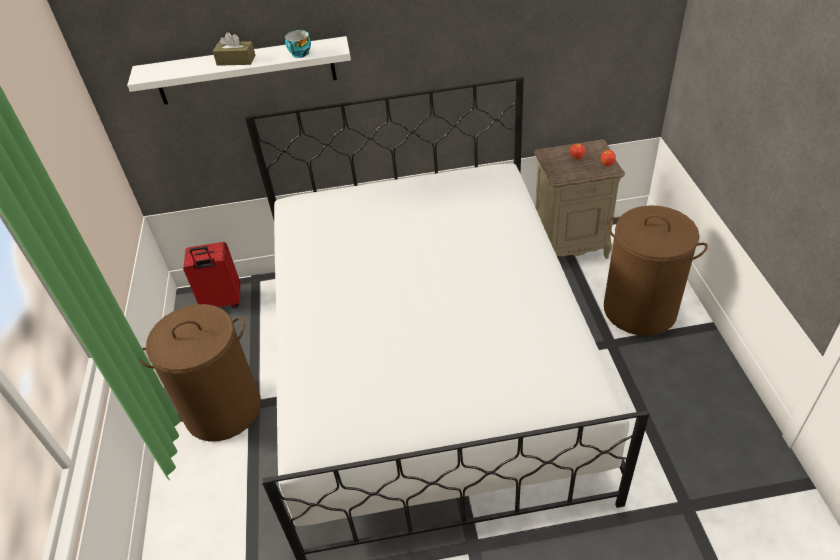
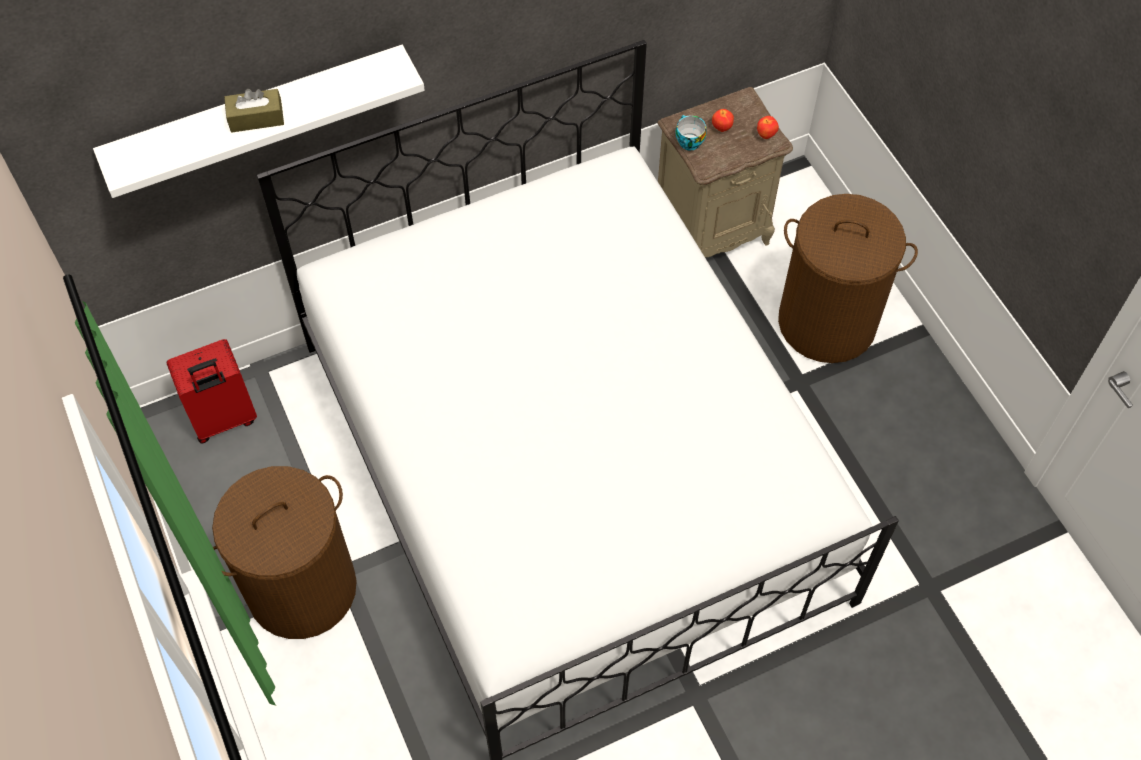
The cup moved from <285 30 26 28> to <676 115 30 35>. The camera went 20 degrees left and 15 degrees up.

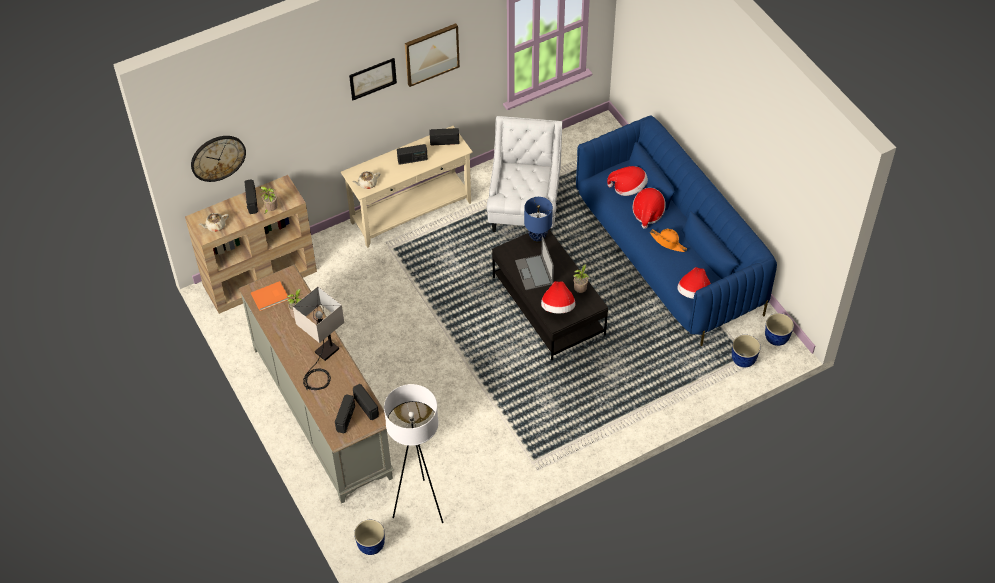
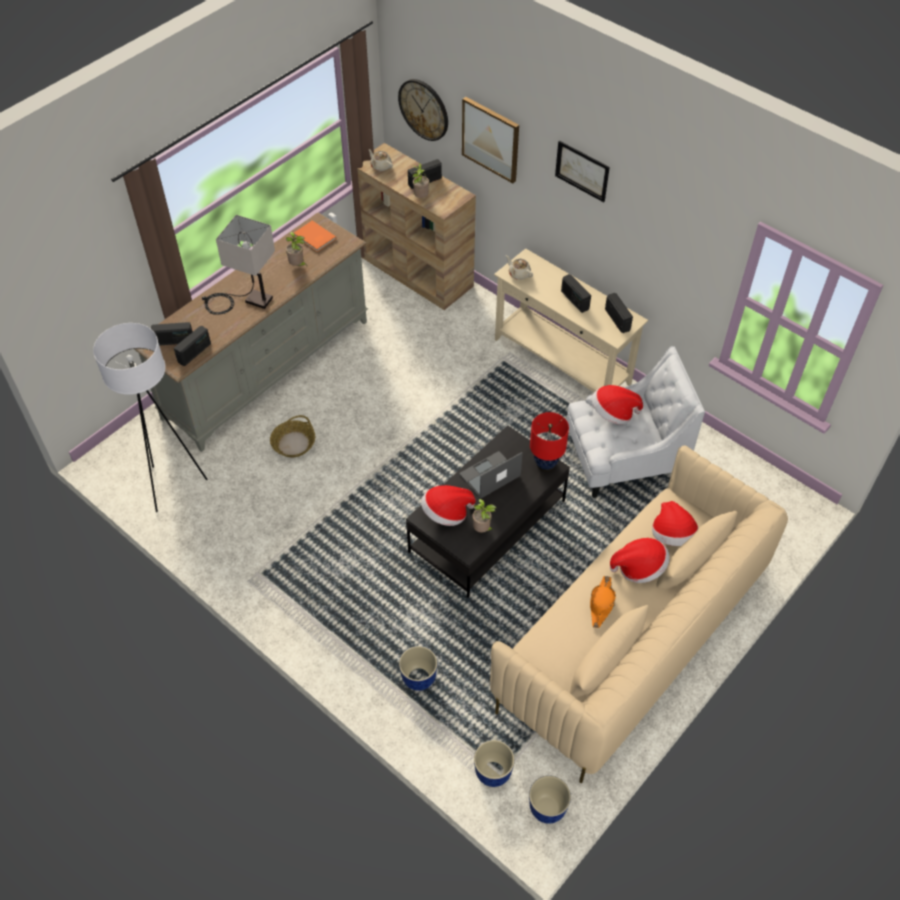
The planter moved from <354 520 31 35> to <399 646 39 45>. The picture moved from <405 23 55 64> to <462 97 57 86>. The blue sofa at <576 116 201 230> became the beige sofa at <490 446 298 337>. The blue table lamp at <524 197 29 46> became the red table lamp at <530 412 39 59>. The hat moved from <677 267 34 32> to <592 385 51 39>. The camera went 70 degrees right and 0 degrees up.

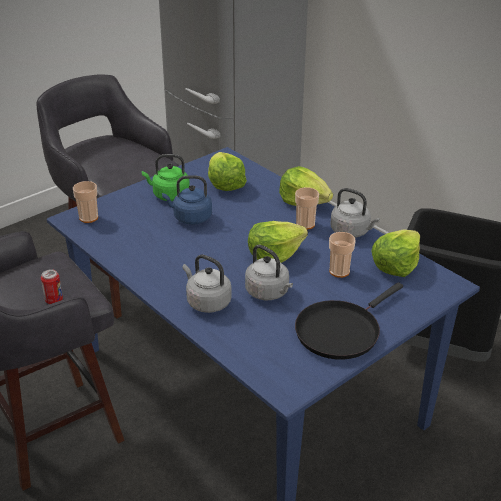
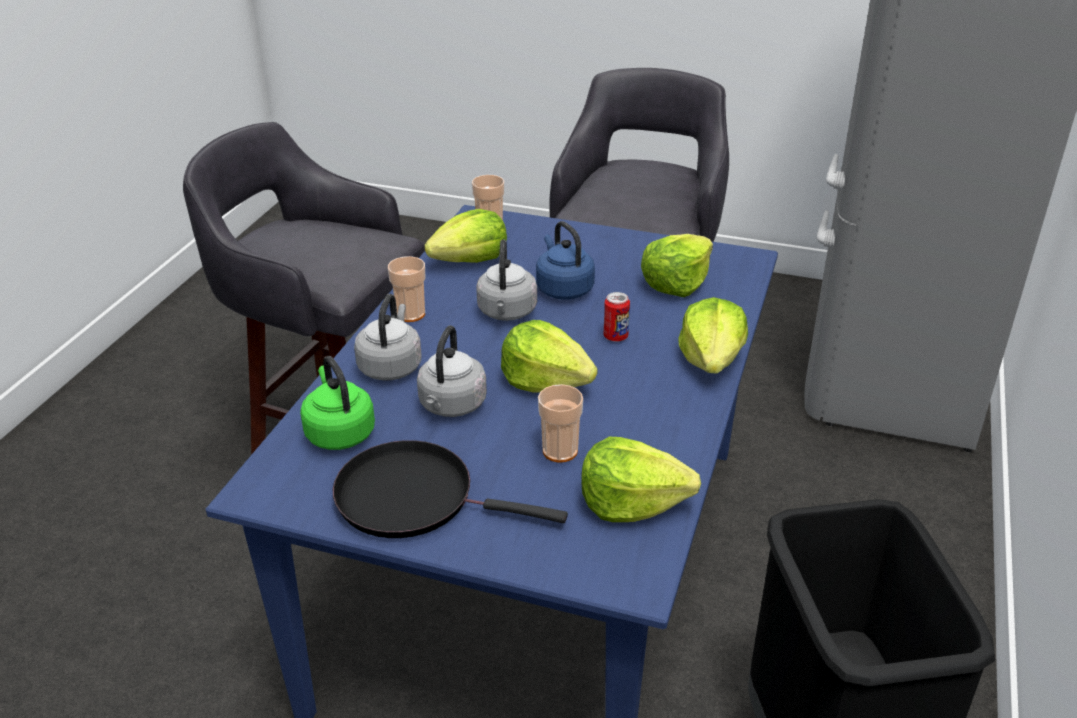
The green kettle moved from <142 154 48 47> to <300 356 75 94>. The cup moved from <295 187 24 43> to <388 256 37 66>. The lettuce at <424 209 83 54> appeared. The grey kettle moved from <331 188 49 50> to <476 239 61 82>. The can moved from <41 269 22 35> to <604 292 26 50>. The camera went 60 degrees right and 0 degrees up.

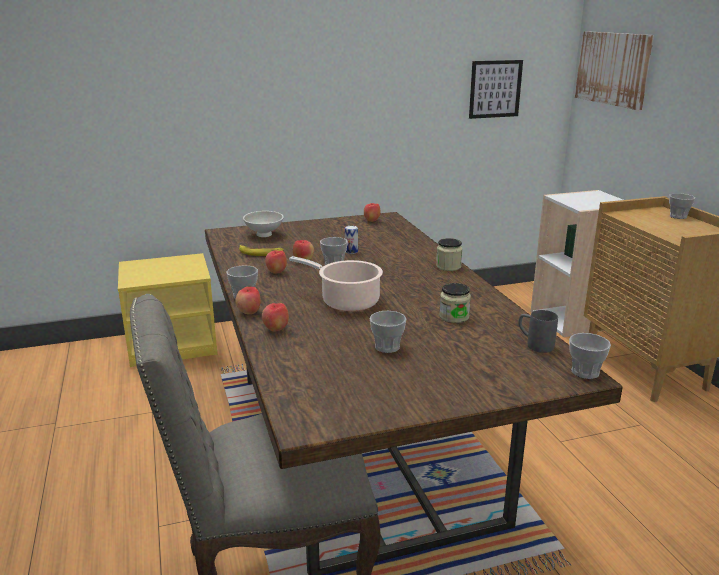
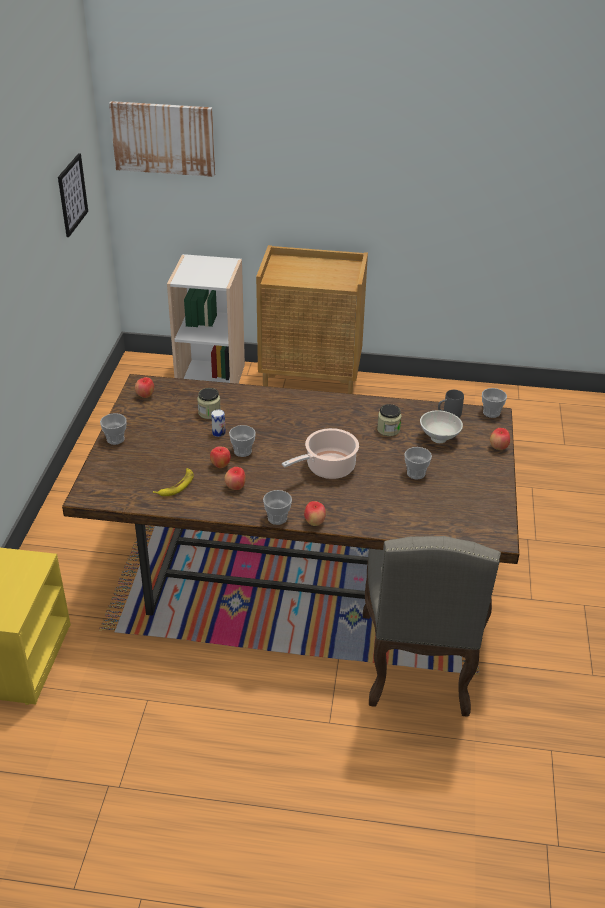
The cup moved from <669 193 26 26> to <100 413 27 32>. The jar moved from <436 238 26 33> to <197 388 24 31>. The white bowl moved from <243 211 41 26> to <420 410 43 33>. The apple moved from <262 303 27 29> to <490 428 20 22>. The camera went 65 degrees left and 15 degrees up.

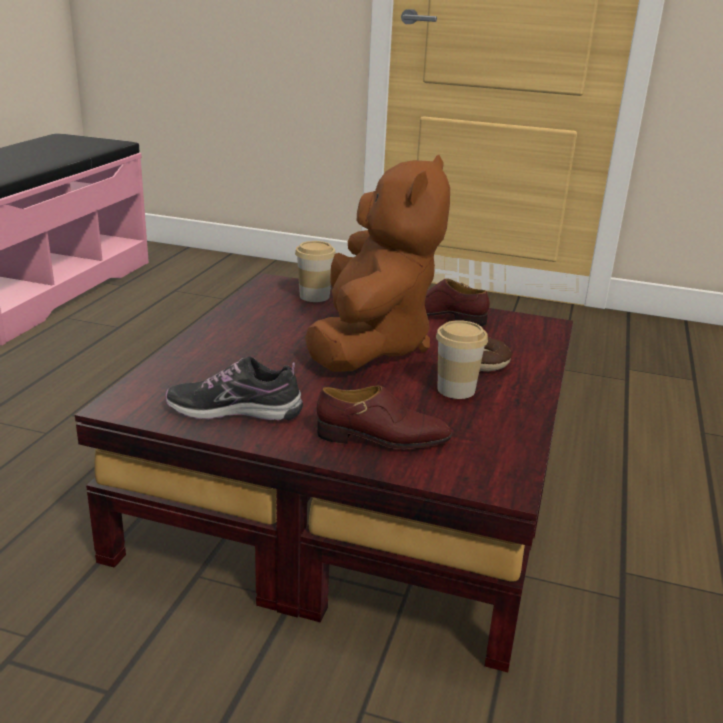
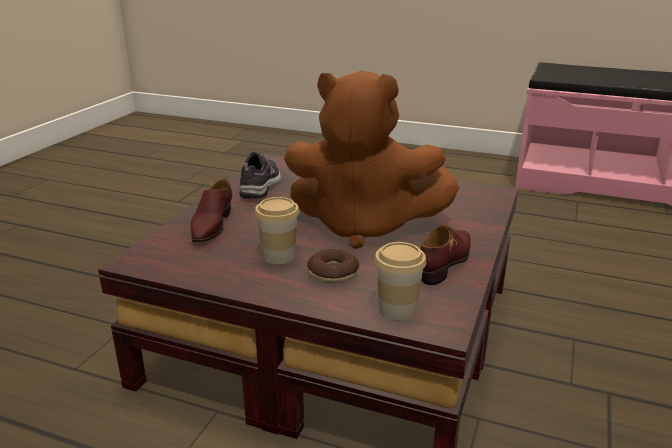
The cup moved from <295 241 41 61> to <374 242 53 79>. The camera went 95 degrees right and 0 degrees up.

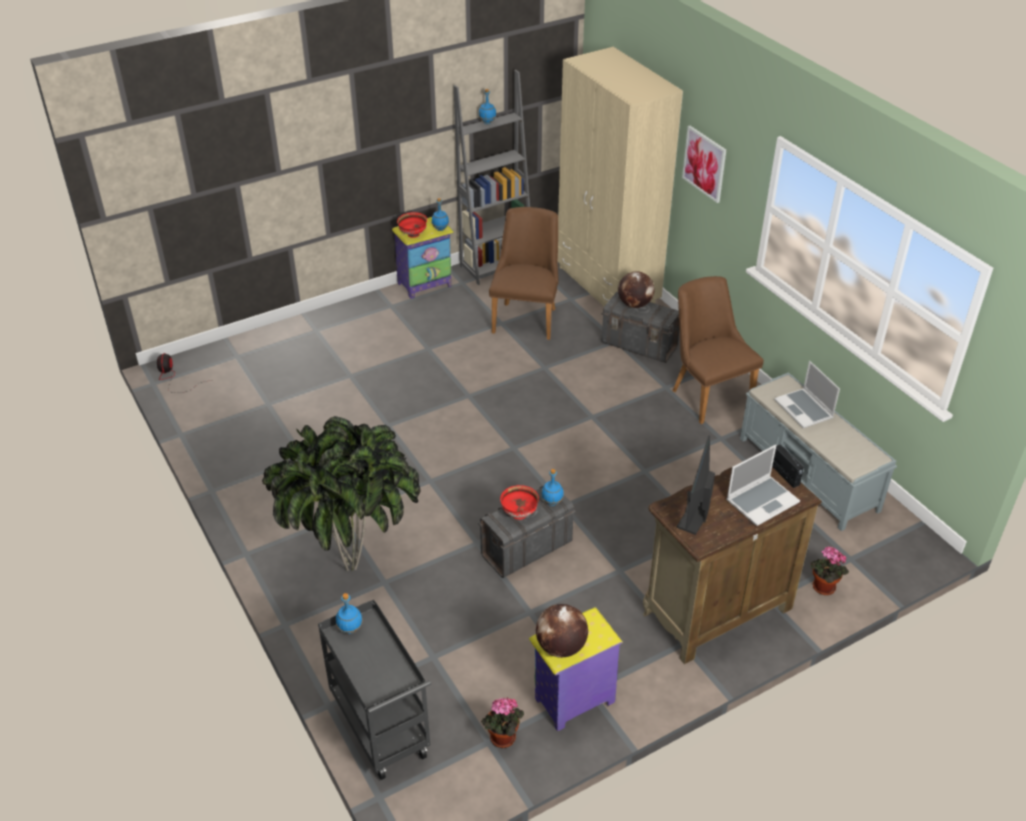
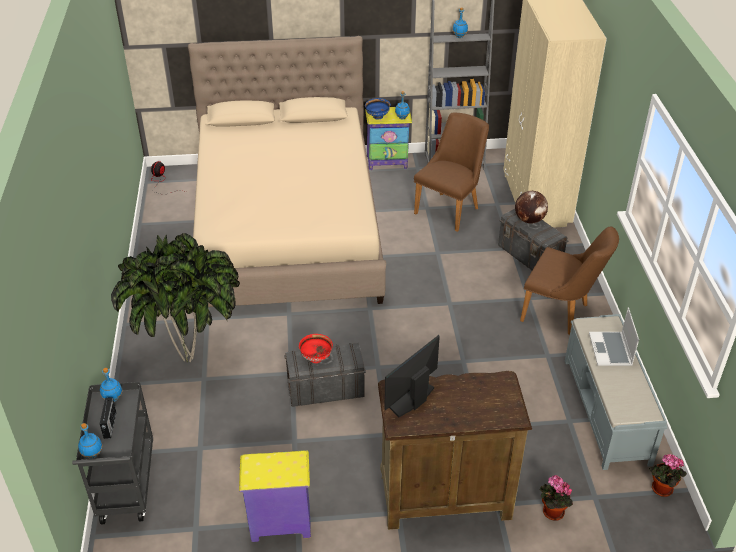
The blue bottle moved from <541 469 23 37> to <78 423 25 35>. The radio moved from <772 444 32 44> to <99 397 18 42>. The beige bed at <188 36 198 271> appeared. The red bowl at <397 212 30 26> became the blue bowl at <365 98 26 22>. The brown chair at <672 276 92 148> turned 120 degrees clockwise. The potted plant moved from <481 697 43 51> to <649 454 38 43>. The globe at <536 604 52 54> disappeared. The picture at <682 126 44 77> disappeared. The laptop at <726 444 74 82> disappeared. The camera went 25 degrees right and 0 degrees up.

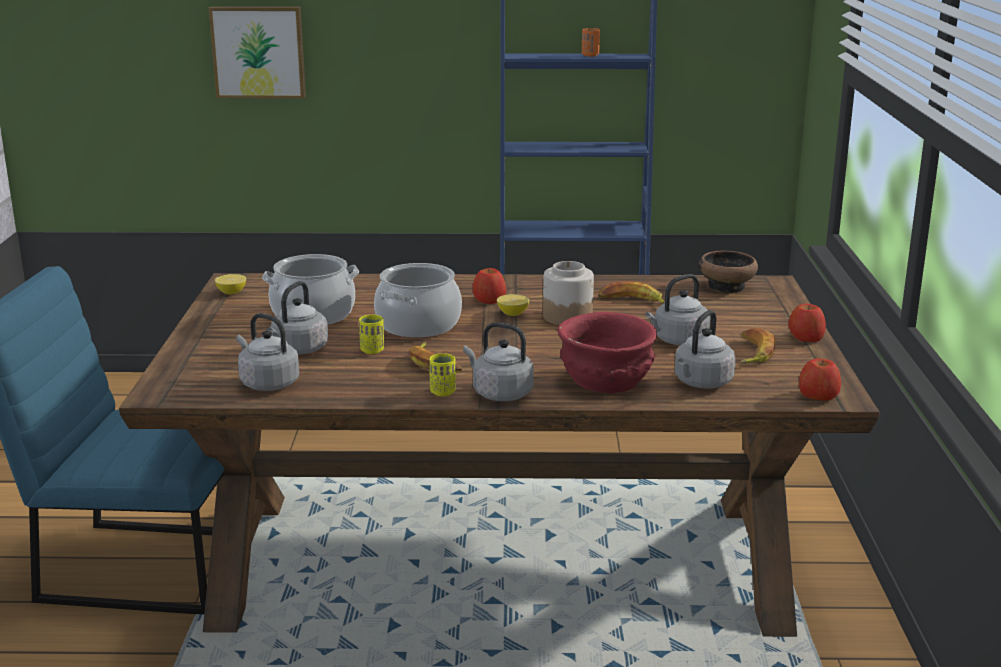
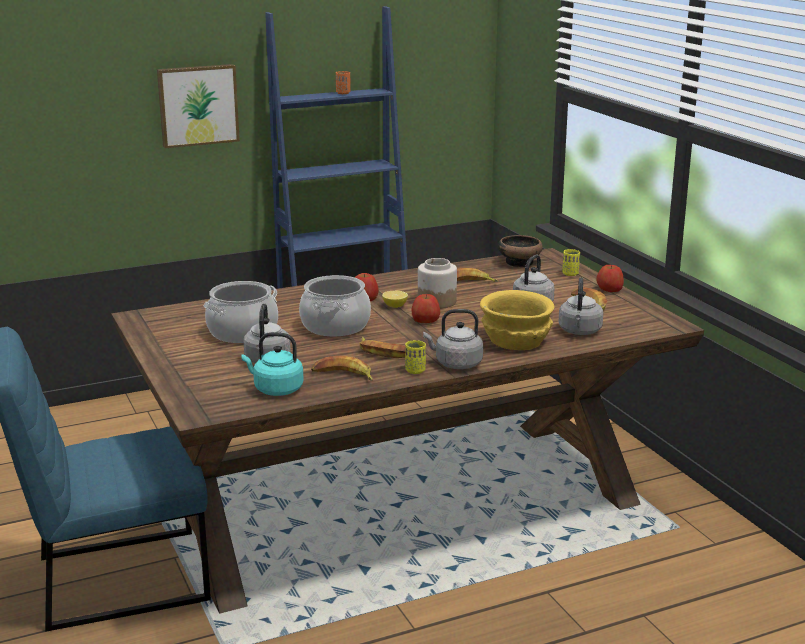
The picture moved from <209 6 97 92> to <157 64 83 84>. The grey kettle at <236 313 63 78> became the turquoise kettle at <242 332 62 64>. The banana at <311 356 62 25> appeared. The apple moved from <799 358 42 43> to <412 294 28 29>. The red bowl at <557 312 100 81> became the yellow bowl at <480 290 74 60>. The yellow cup moved from <359 315 25 39> to <562 249 18 27>. The lemon at <215 274 31 21> disappeared. The camera went 25 degrees left and 0 degrees up.

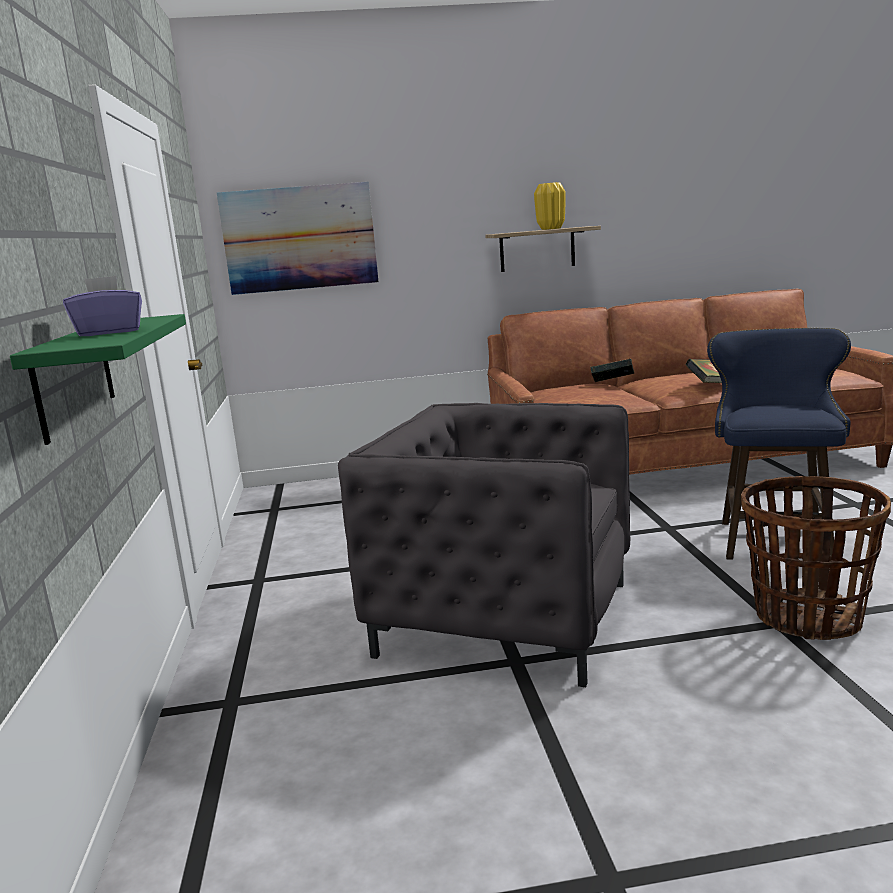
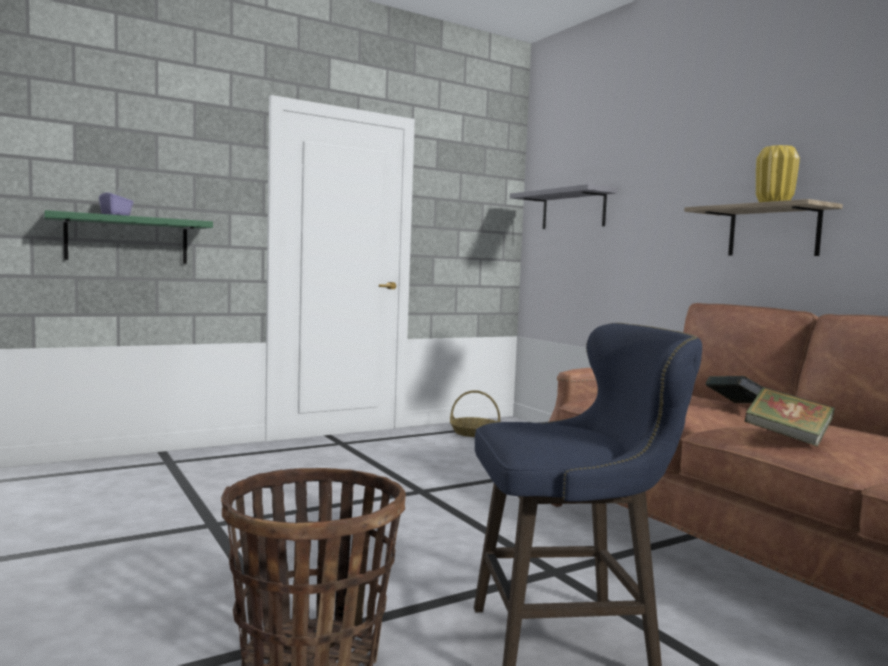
The basket at <450 390 50 47> appeared. The picture at <217 182 162 113> was replaced by the grey shelf at <510 184 107 45>. The grey armchair at <338 403 292 284> disappeared. The camera went 65 degrees right and 10 degrees down.

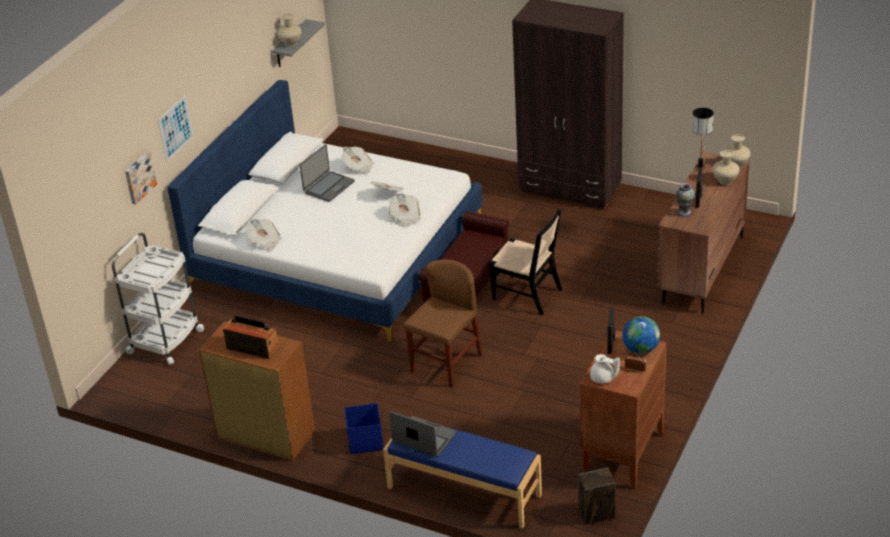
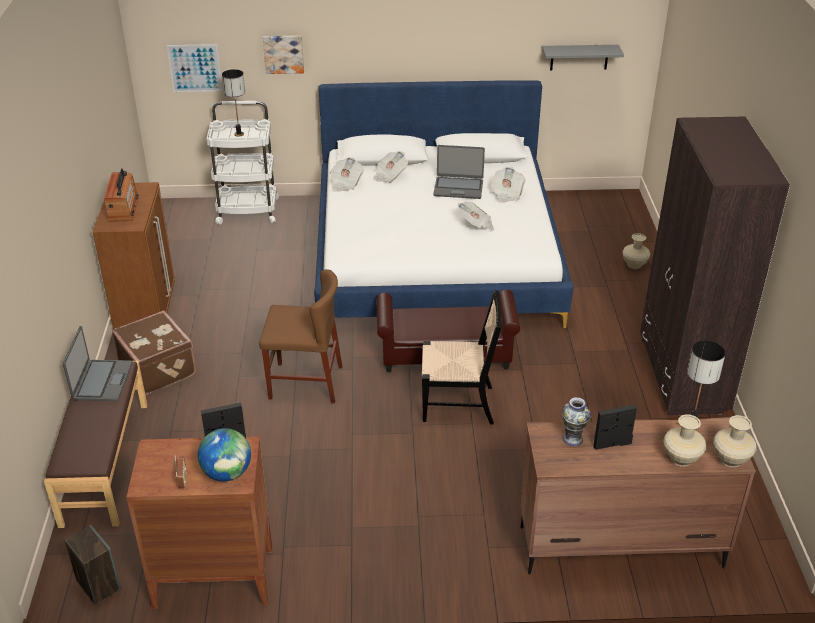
The blue bench at <383 426 159 103> became the brown bench at <44 361 104 167>. The blue storage box at <344 403 40 51> was replaced by the brown suitcase at <112 310 84 85>. The picture moved from <158 95 36 67> to <167 44 56 48>. The table lamp at <222 69 23 68> appeared. The newspaper moved from <389 193 32 35> to <373 151 35 32>. The chair at <489 209 73 106> turned 90 degrees counterclockwise. The beige vase moved from <277 14 25 32> to <623 233 27 36>. The white teapot at <590 354 30 30> disappeared. The camera went 60 degrees right and 0 degrees up.

